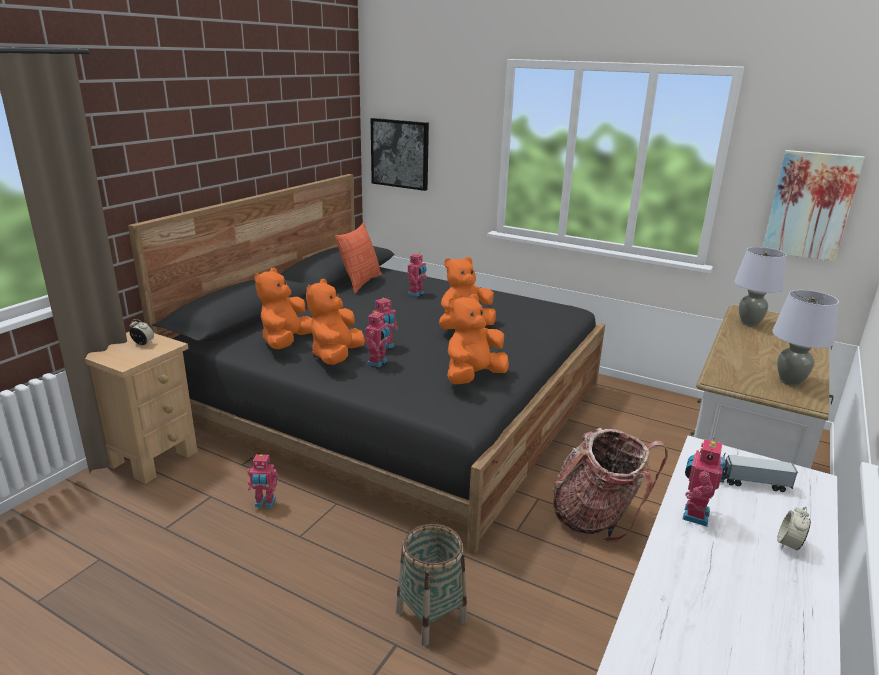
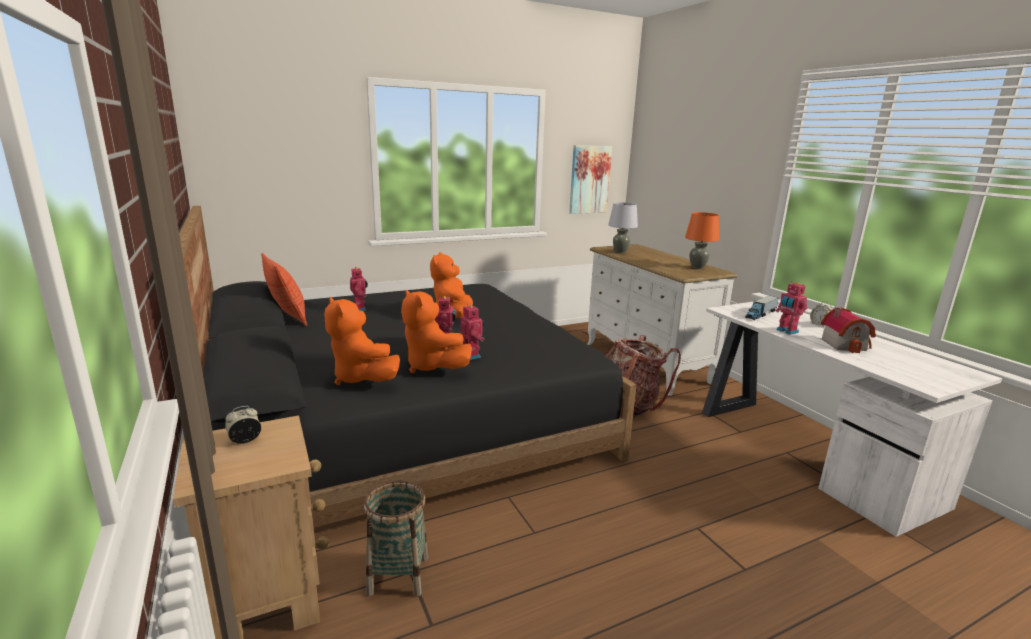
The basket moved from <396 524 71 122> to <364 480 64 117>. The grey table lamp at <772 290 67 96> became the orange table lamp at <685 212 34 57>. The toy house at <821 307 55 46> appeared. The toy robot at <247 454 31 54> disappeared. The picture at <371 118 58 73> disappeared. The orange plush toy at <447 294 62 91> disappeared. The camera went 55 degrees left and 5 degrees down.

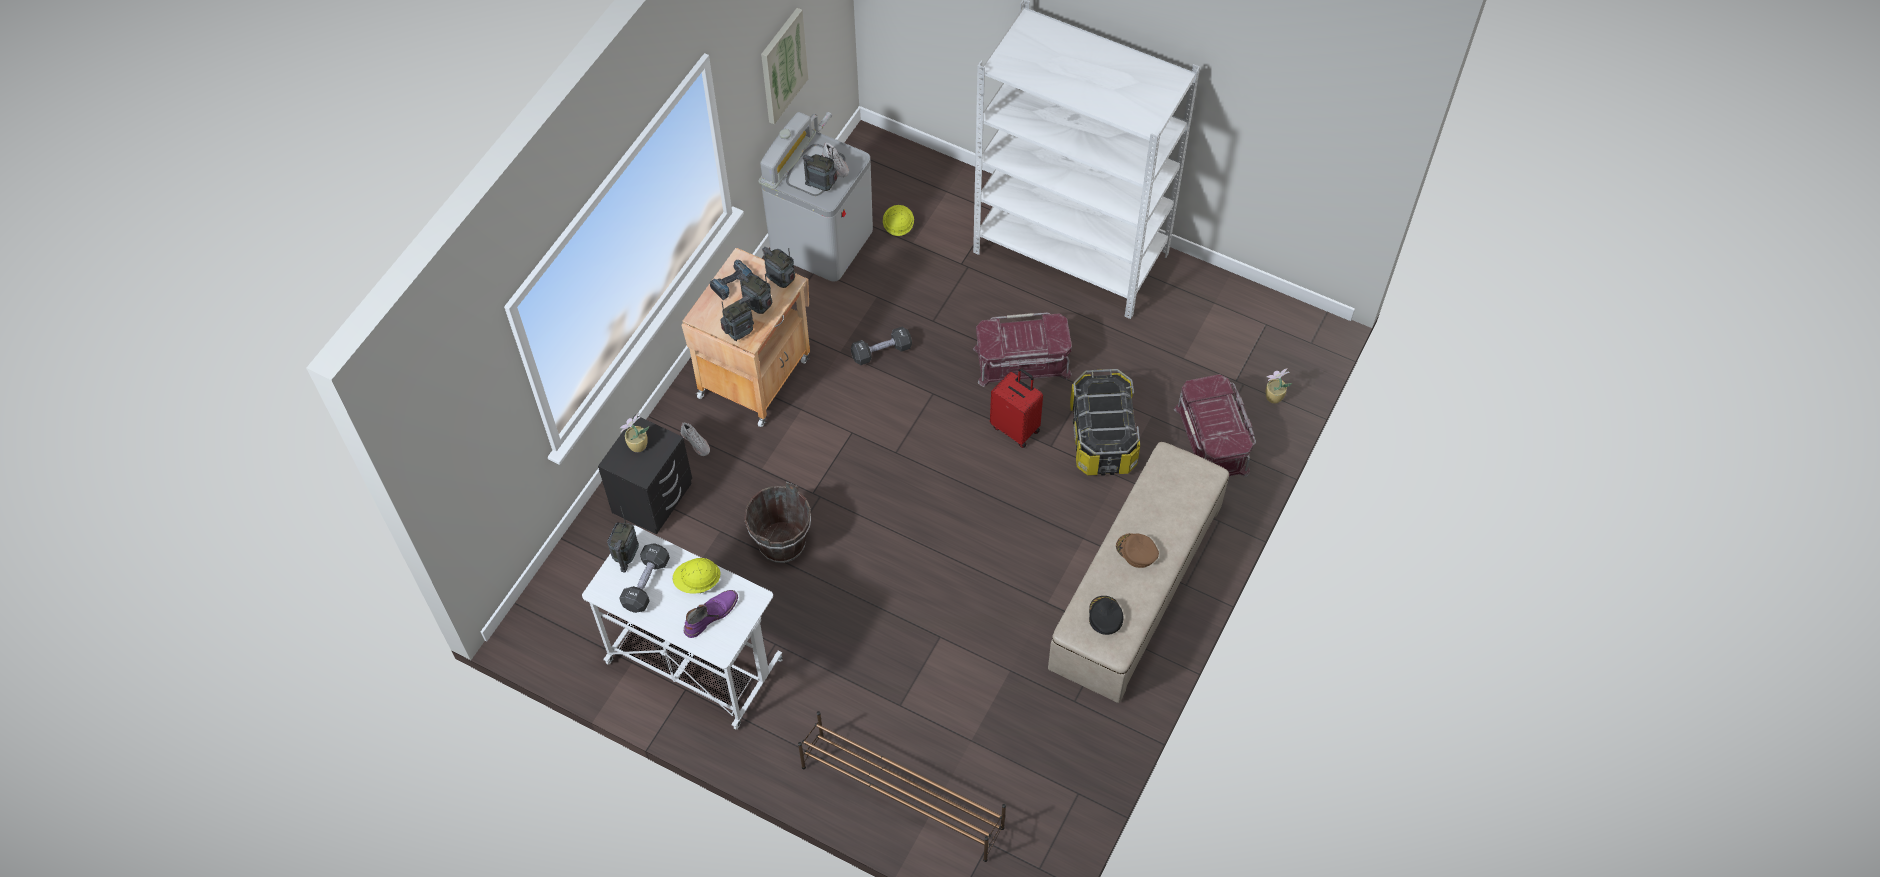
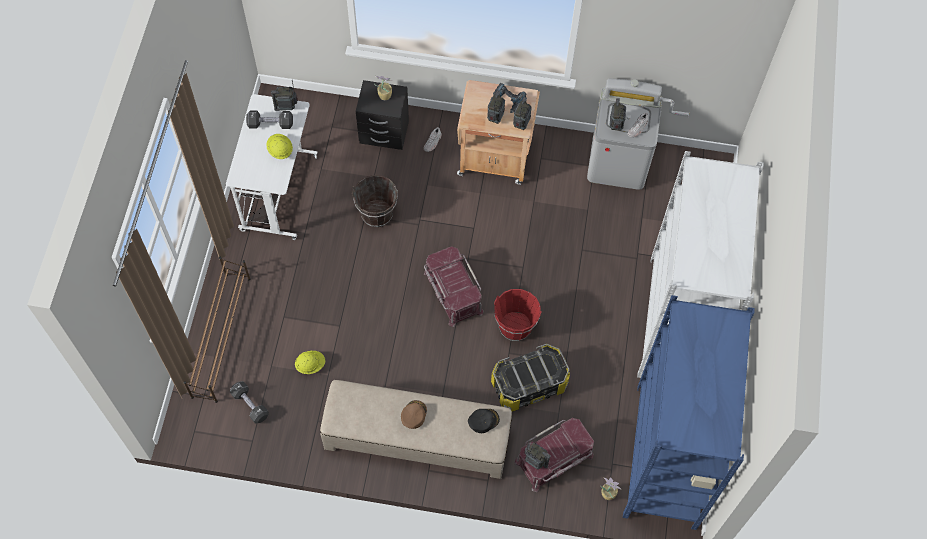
The black dumbbell moved from <851 327 61 38> to <230 381 39 42>. The yellow hard hat moved from <883 205 31 31> to <295 351 30 23>. The red storage box moved from <973 312 99 75> to <424 246 59 81>. The black cap moved from <1089 596 35 39> to <468 409 32 24>. The red suitcase at <990 368 53 80> was replaced by the red bucket at <494 289 48 52>. The radio moved from <720 295 34 46> to <525 440 26 29>. The blue bookcase at <623 295 132 235> appeared. The purple boot at <684 590 54 48> disappeared. The picture at <761 8 47 117> disappeared. The camera went 70 degrees right and 5 degrees up.

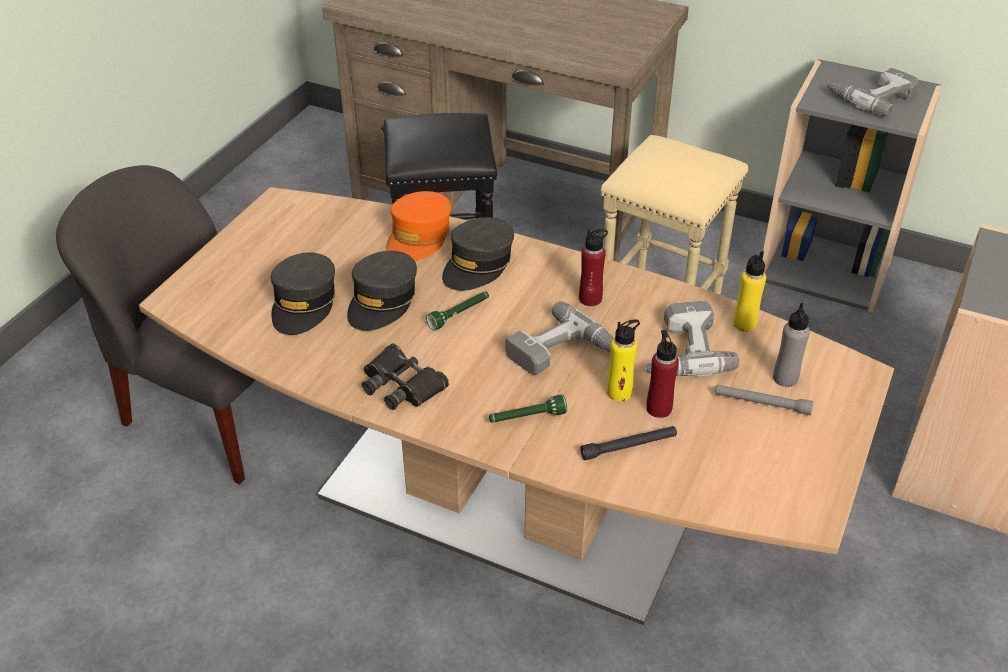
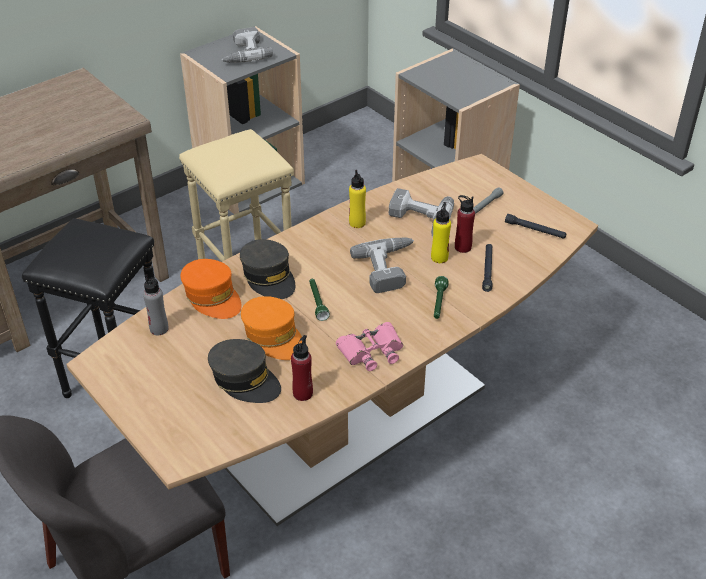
The grey bottle moved from <773 303 37 84> to <143 274 25 61>. The grey cap at <347 251 70 80> became the orange cap at <241 296 61 64>. The red bottle moved from <579 229 29 77> to <291 335 22 66>. The black binoculars at <361 343 88 67> became the pink binoculars at <336 322 67 49>. The yellow bottle moved from <733 251 33 81> to <349 170 17 58>. The black flashlight at <505 214 61 25> appeared. The camera went 65 degrees left and 0 degrees up.

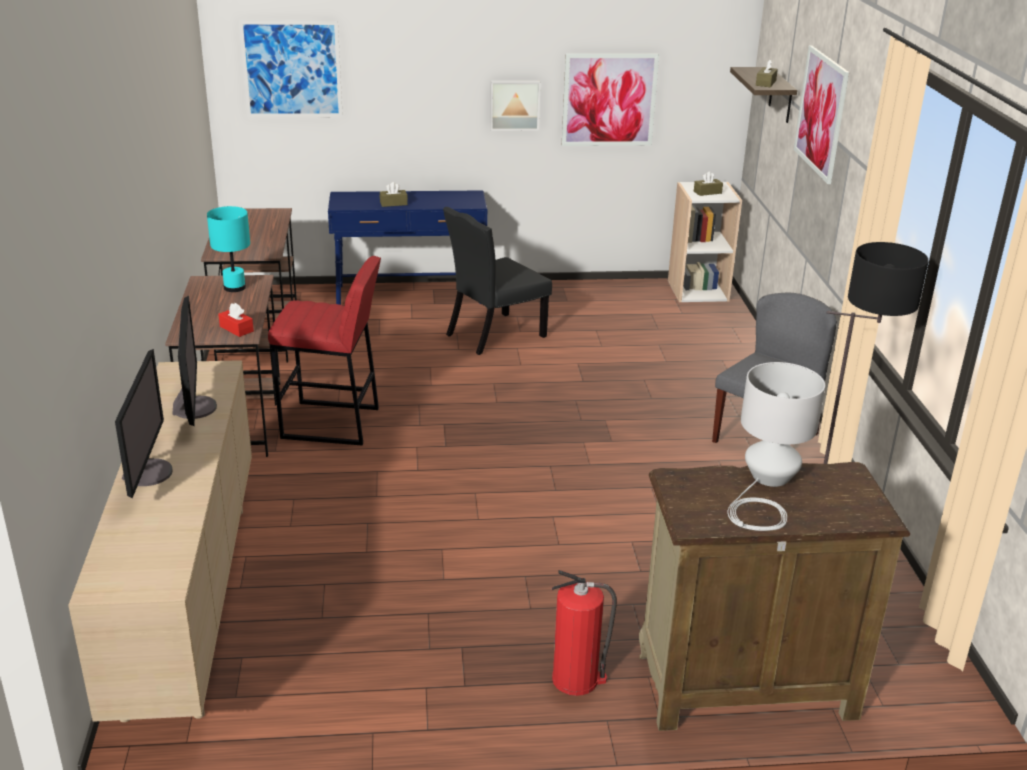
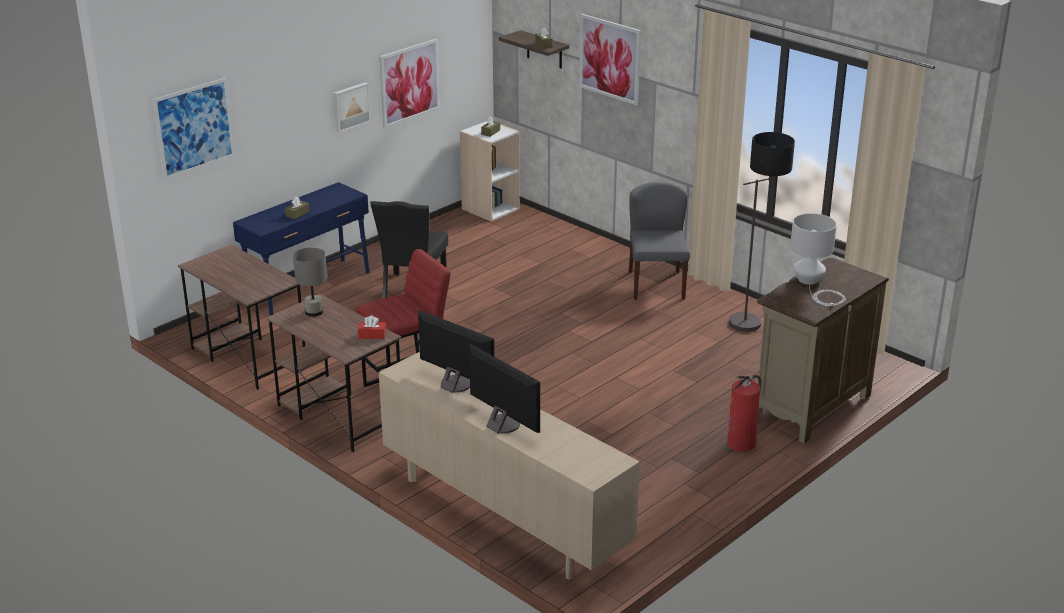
The turquoise table lamp at <207 206 43 86> became the grey table lamp at <293 247 34 70>. The camera went 40 degrees left and 0 degrees up.

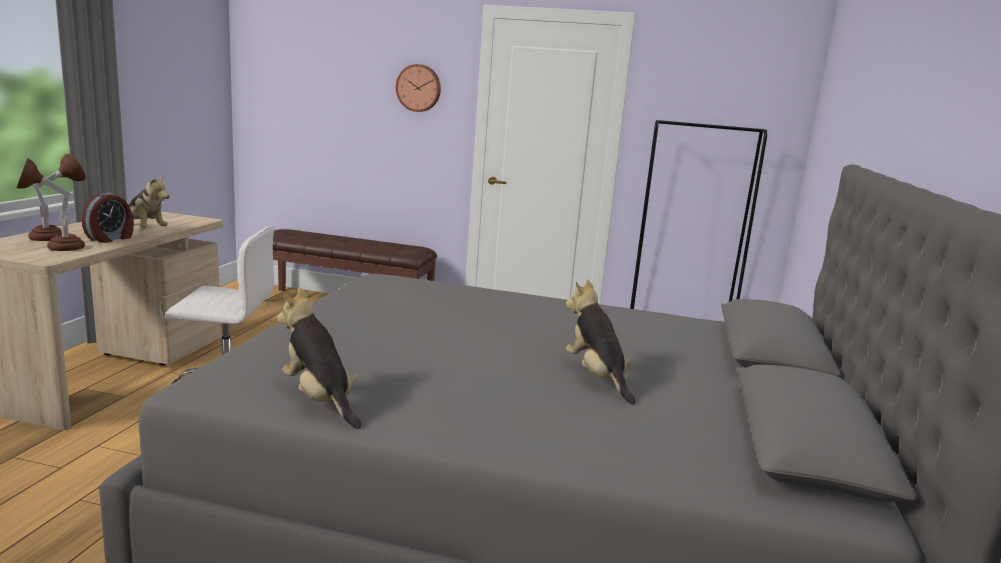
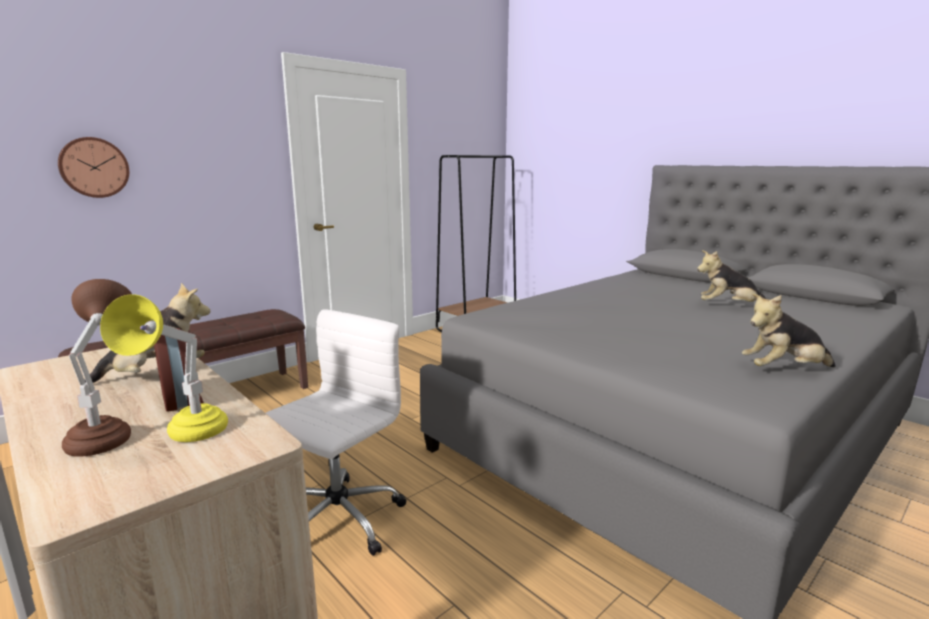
The wall clock moved from <396 64 45 48> to <58 137 71 61>. The brown table lamp at <17 158 68 93> became the yellow table lamp at <100 294 128 148>. The camera went 55 degrees left and 0 degrees up.

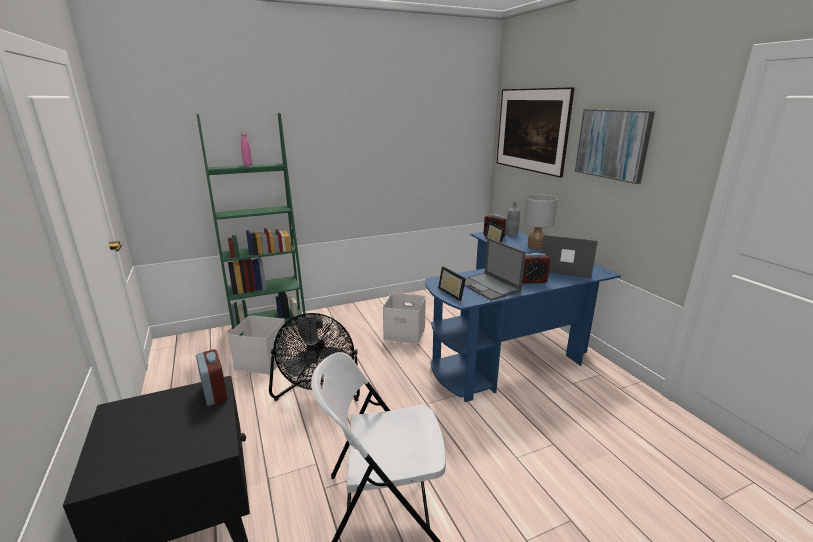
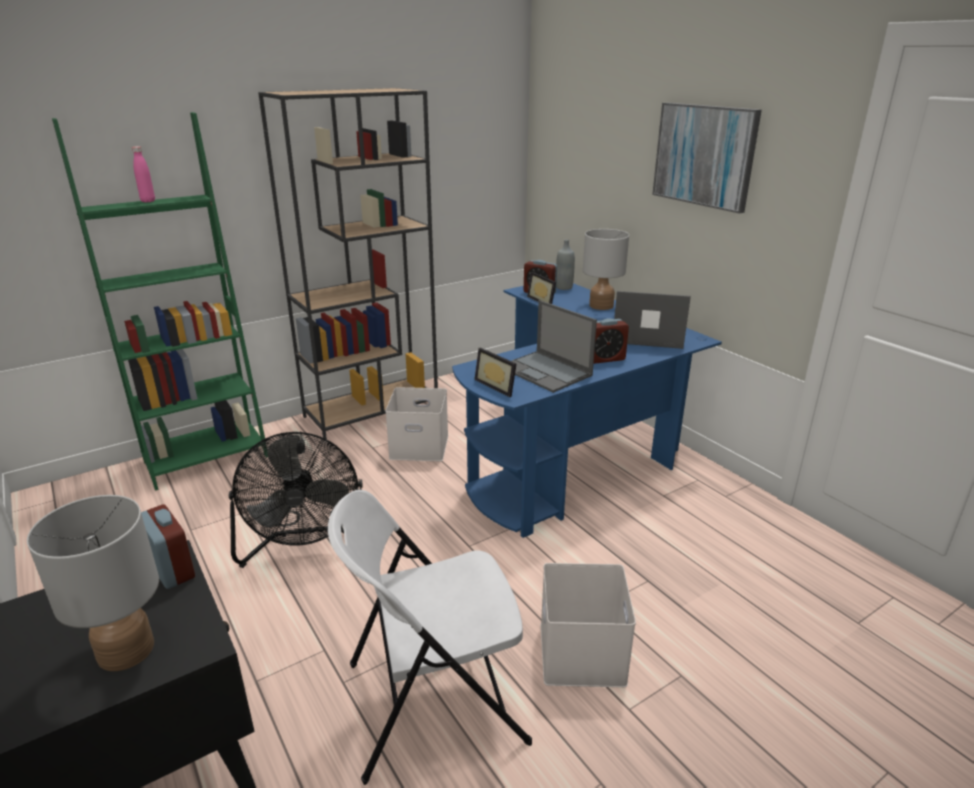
The grey table lamp at <27 495 132 176> appeared. The bookcase at <258 88 180 351> appeared. The white storage box moved from <228 315 60 60> to <541 563 95 124>. The picture at <497 87 78 91> disappeared. The camera went 10 degrees left and 5 degrees up.

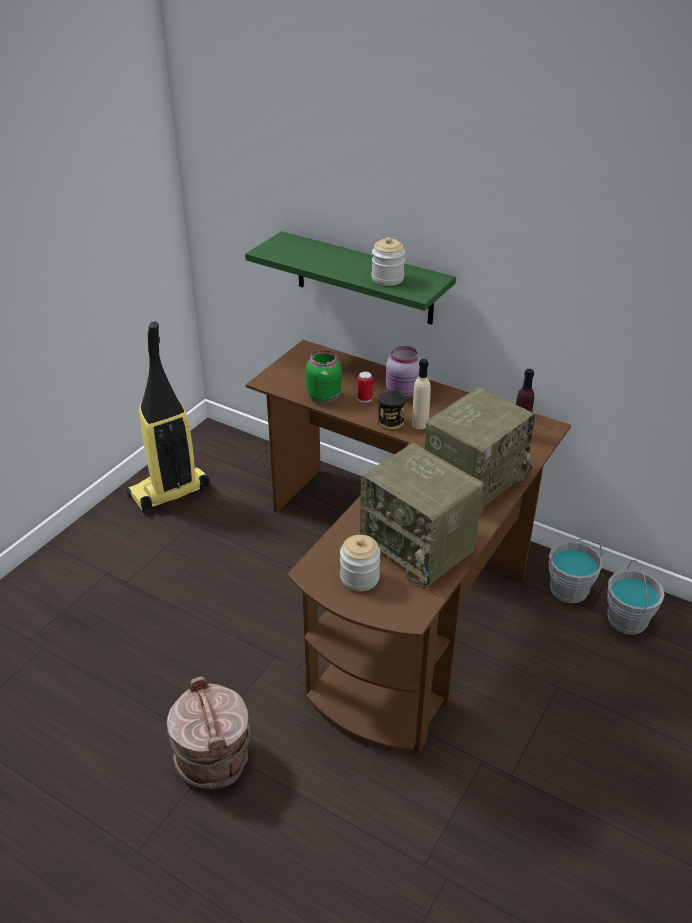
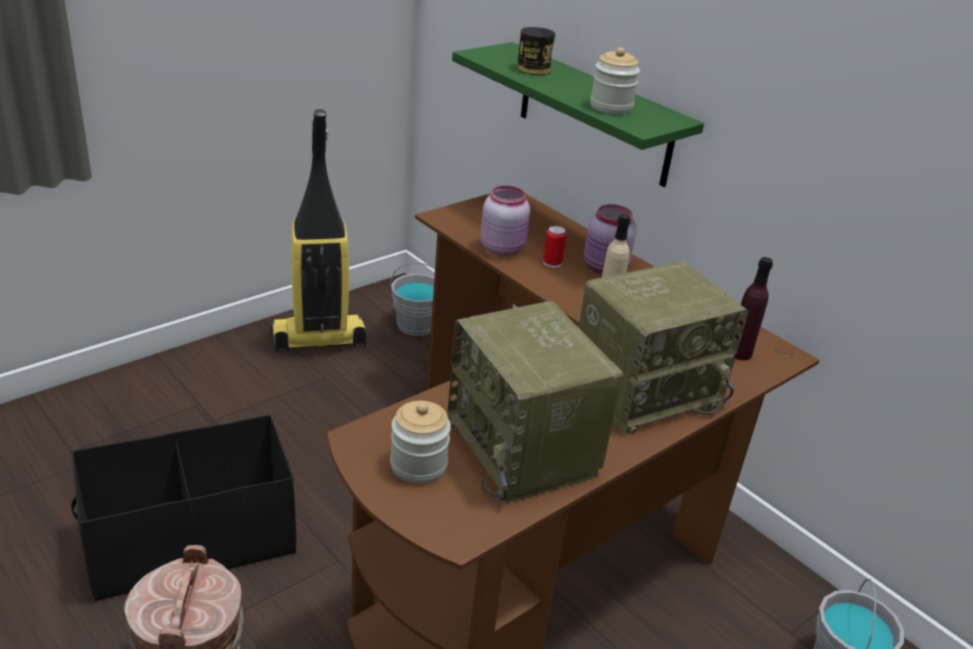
The black storage box at <71 415 225 187> appeared. The grey bucket moved from <549 538 54 65> to <390 263 45 73>. The green jar at <306 350 36 53> became the pink jar at <480 186 50 70>. The can moved from <378 390 28 40> to <517 27 39 48>. The camera went 15 degrees right and 5 degrees down.

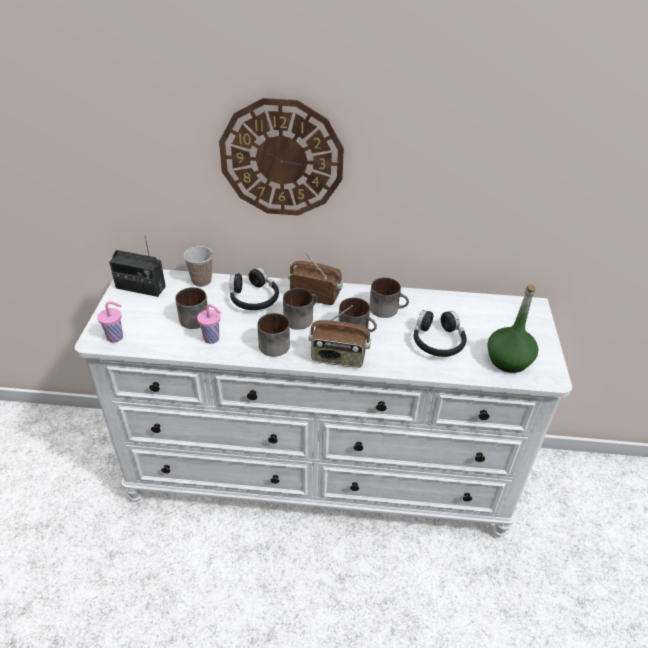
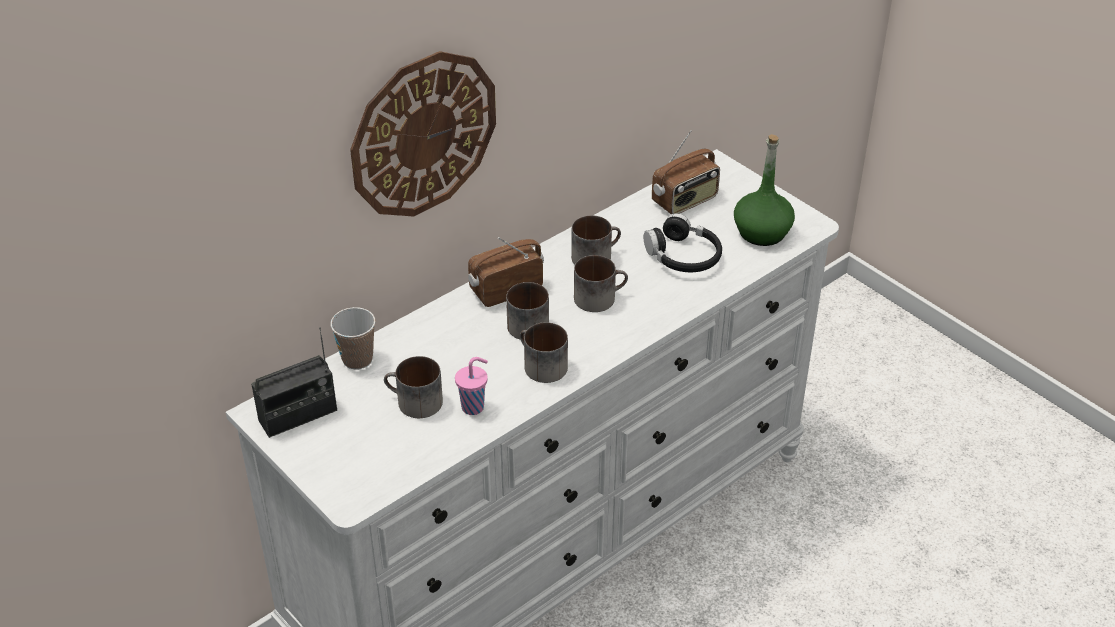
The radio moved from <309 305 62 63> to <652 130 68 84>. The pink cup at <97 301 26 42> disappeared. The black headphones at <230 267 49 43> disappeared. The camera went 45 degrees left and 0 degrees up.

